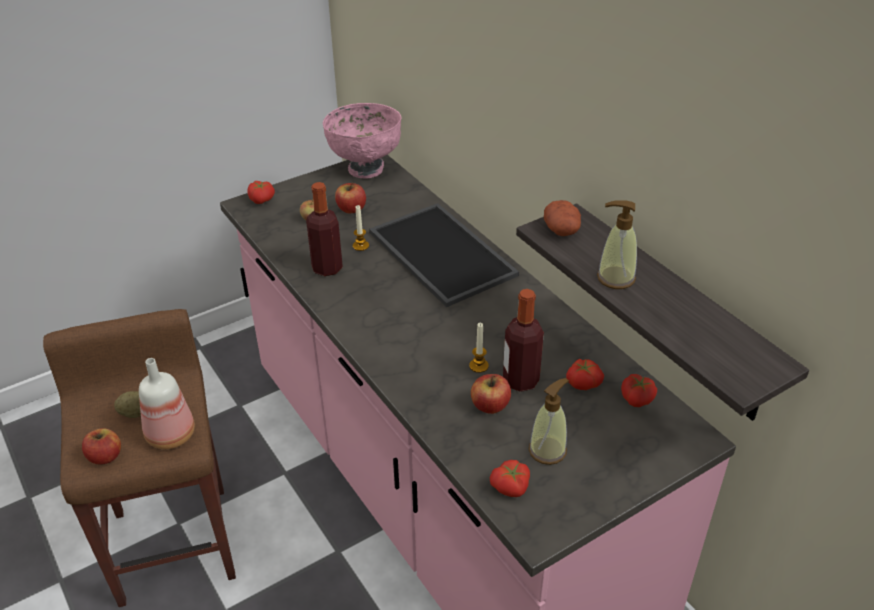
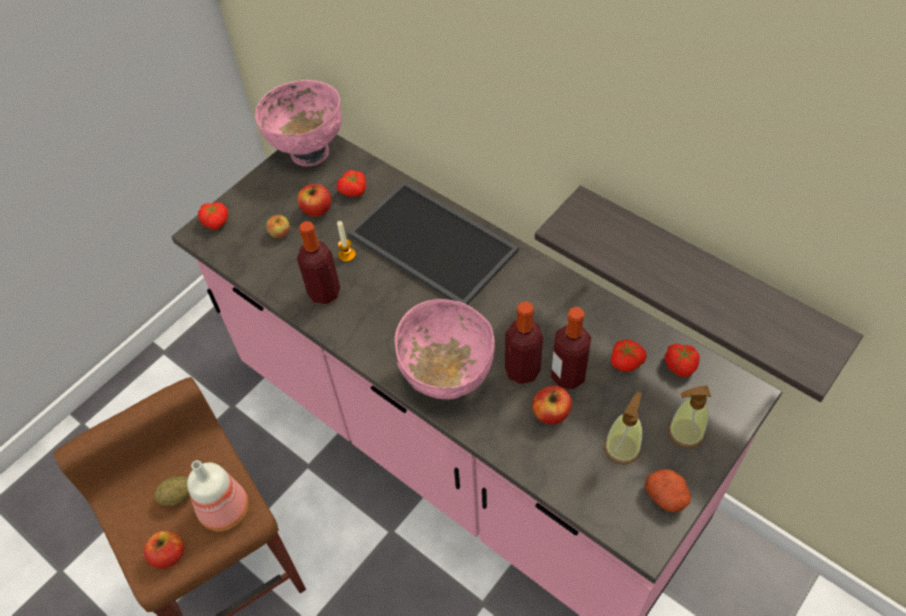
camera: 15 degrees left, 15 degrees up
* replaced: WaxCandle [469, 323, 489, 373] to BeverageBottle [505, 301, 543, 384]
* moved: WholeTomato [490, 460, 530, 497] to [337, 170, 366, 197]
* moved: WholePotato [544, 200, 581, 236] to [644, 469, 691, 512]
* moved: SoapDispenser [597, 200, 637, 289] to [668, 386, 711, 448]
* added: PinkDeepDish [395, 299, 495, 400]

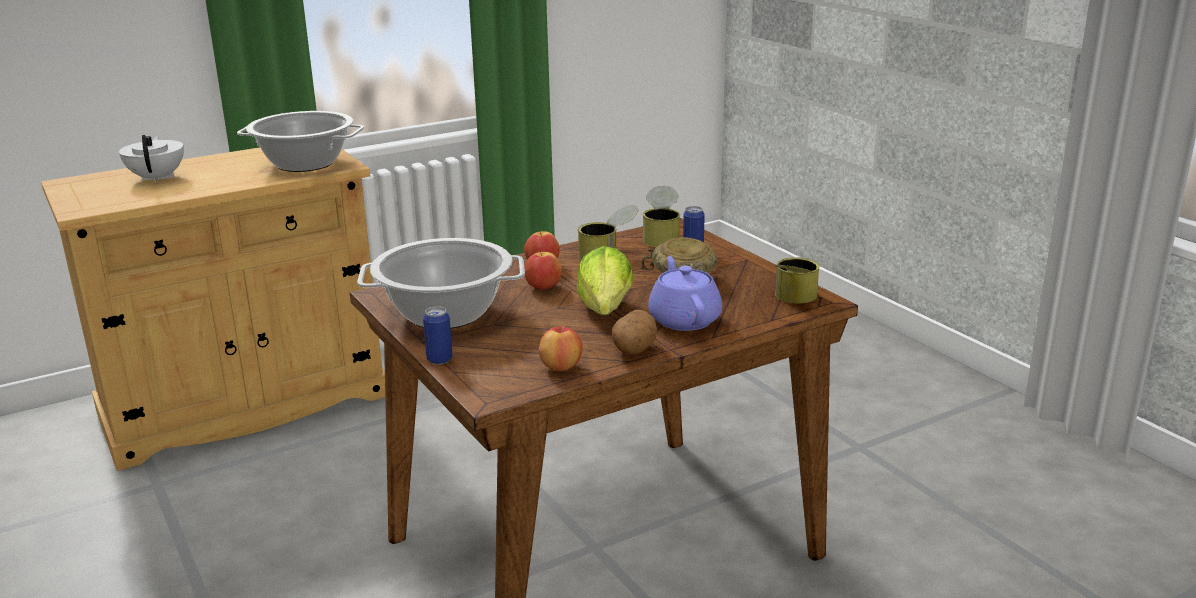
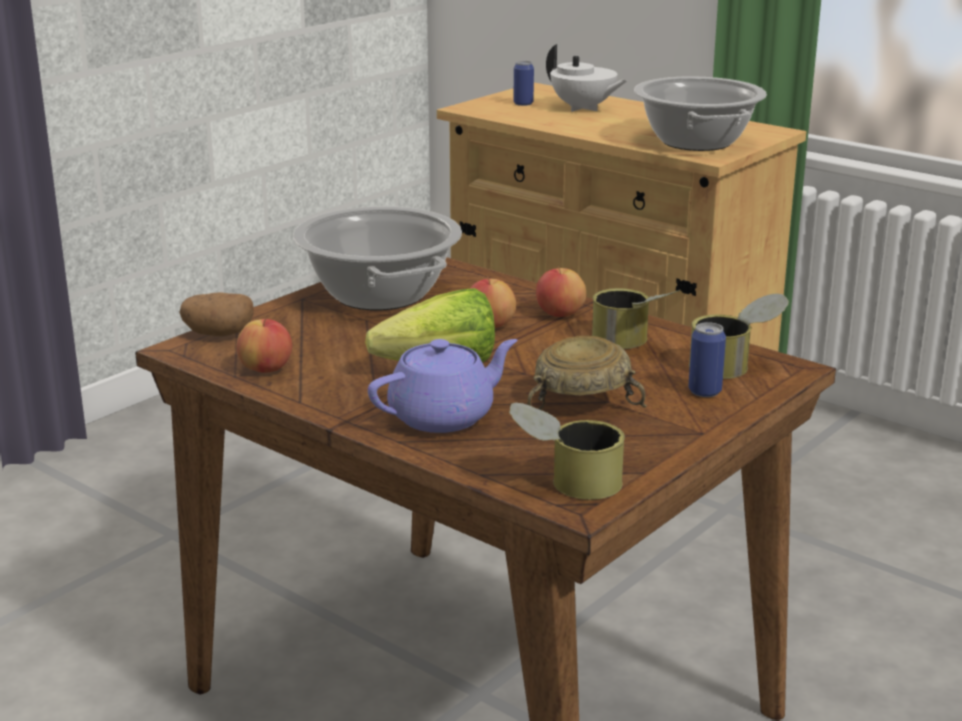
camera: 70 degrees right, 0 degrees up
* turned: WhiteColouredTeaPot [119, 135, 184, 183] = [546, 44, 627, 112] 75 degrees clockwise
* moved: SealedCan [423, 306, 453, 364] to [513, 61, 534, 106]
* moved: WholePotato [611, 310, 657, 355] to [179, 292, 254, 336]

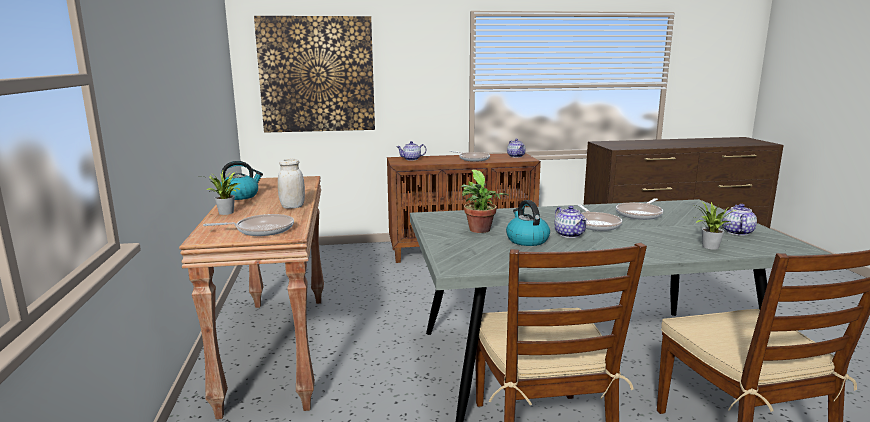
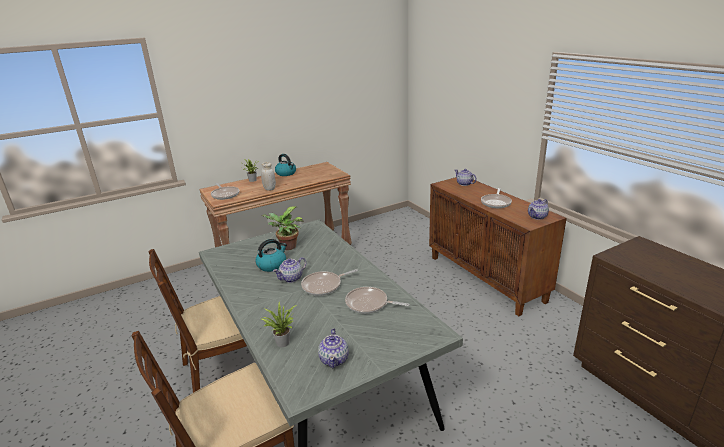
camera: 70 degrees right, 10 degrees up
* removed: WallPicture [254, 16, 375, 133]
* turned: TeaPot [722, 204, 757, 236] = [318, 328, 349, 368] 90 degrees clockwise

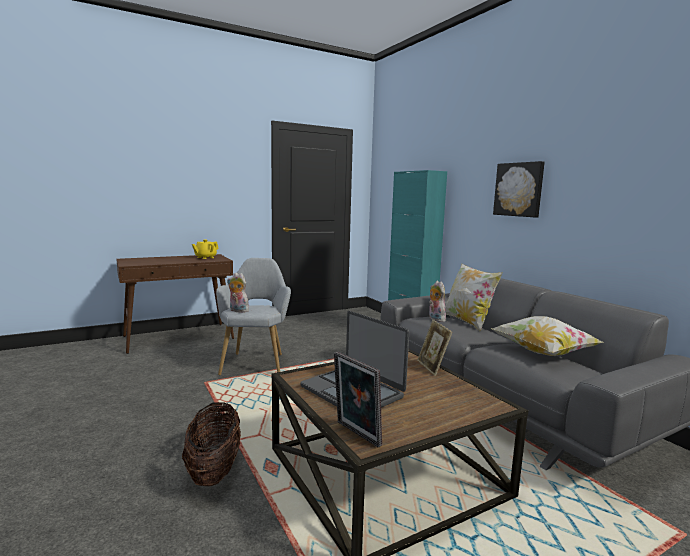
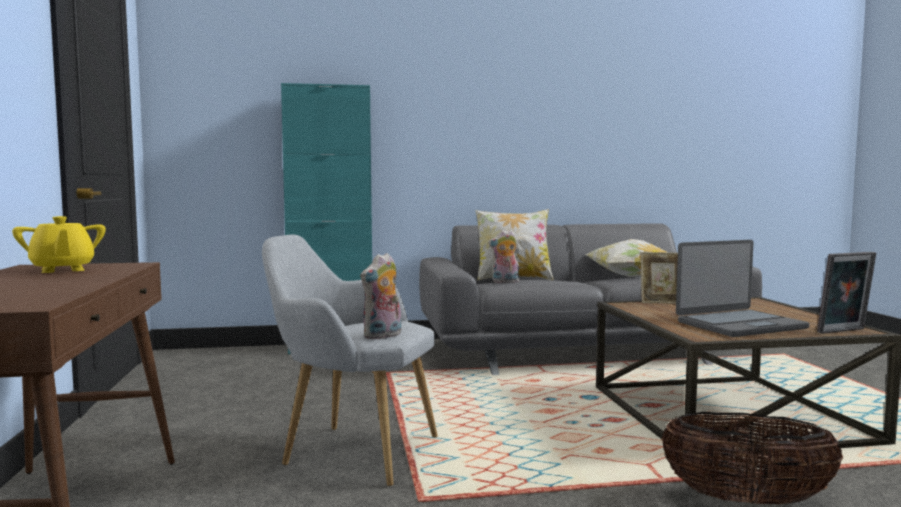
camera: 70 degrees left, 5 degrees down
* removed: WallPicture [493, 161, 545, 218]

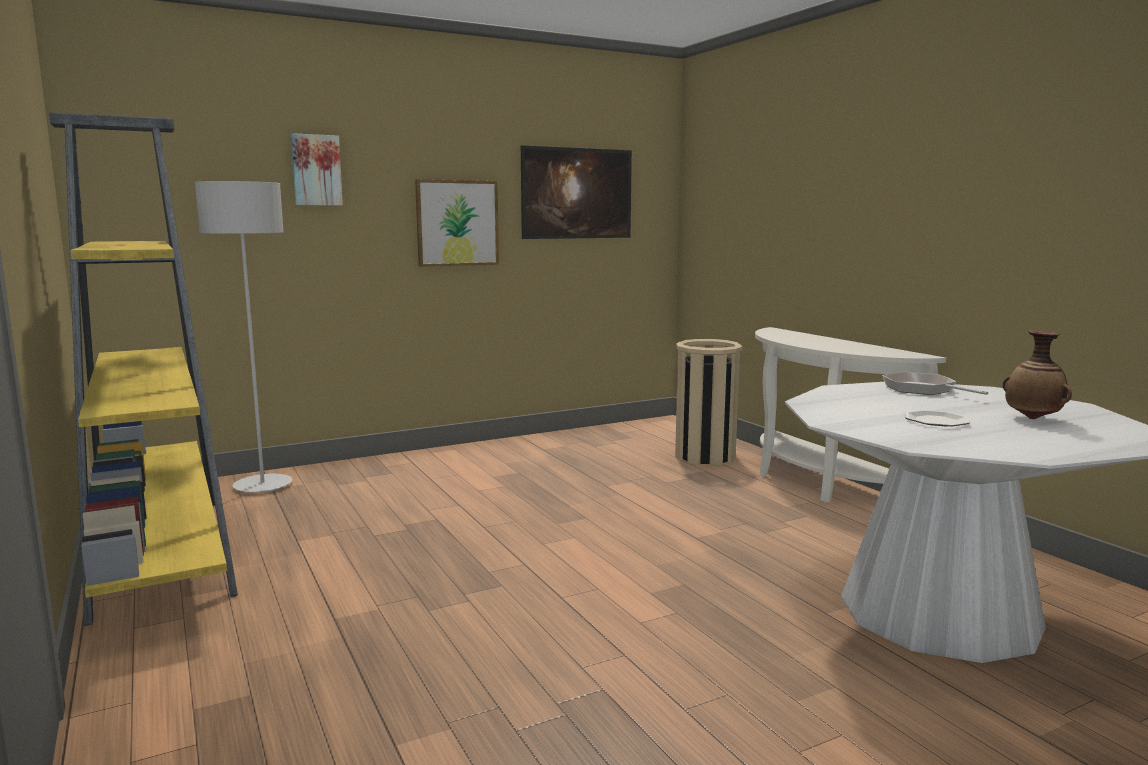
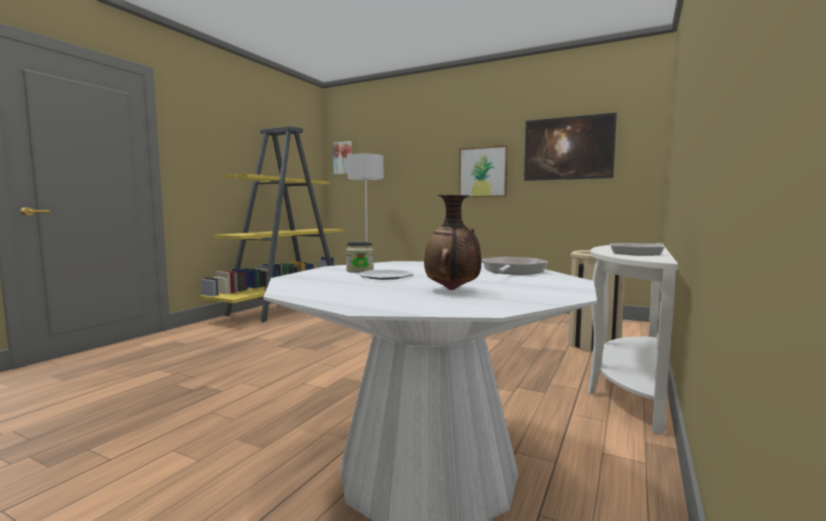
camera: 55 degrees right, 5 degrees down
* moved: WallPicture [291, 133, 343, 206] to [333, 141, 352, 174]
* added: StorageJar [346, 241, 374, 273]
* added: FryingPan [610, 243, 665, 256]

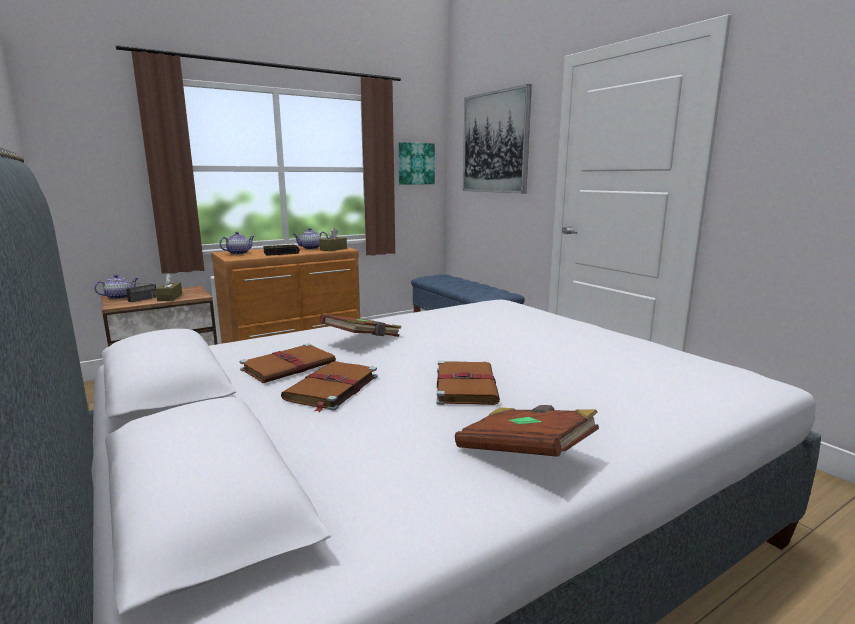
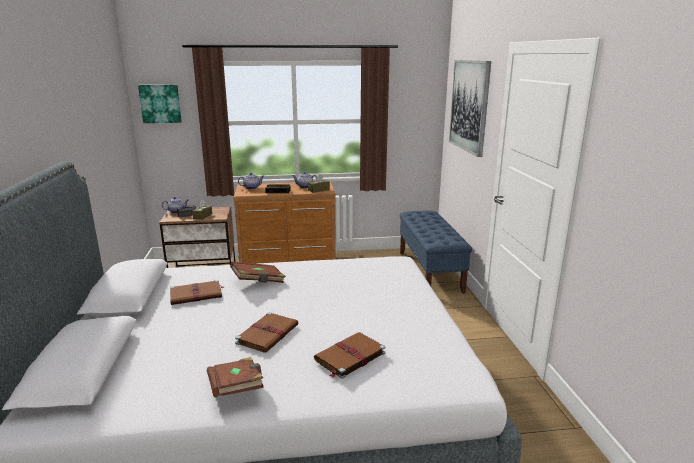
camera: 25 degrees right, 5 degrees up
* moved: BrownVolume [281, 361, 377, 412] to [314, 332, 386, 379]
* moved: WallPicture [399, 142, 435, 185] to [138, 85, 182, 123]

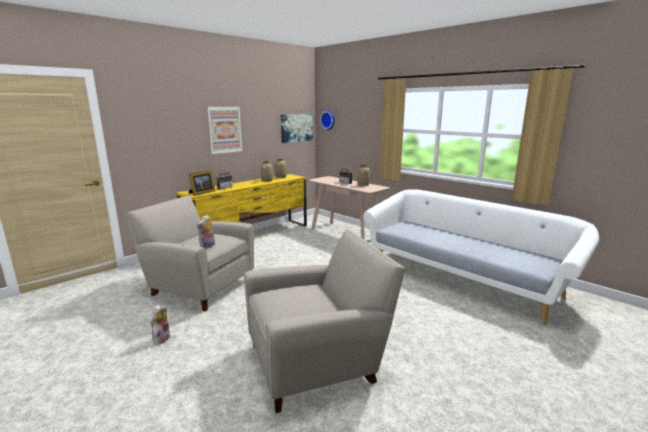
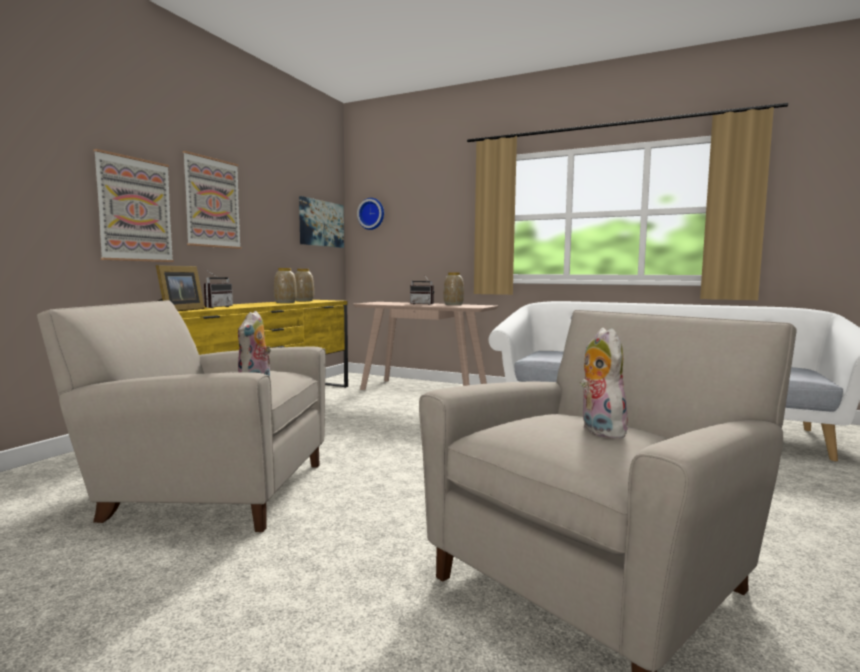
camera: 20 degrees left, 10 degrees down
* moved: SoftToy [150, 304, 171, 345] to [580, 328, 631, 439]
* added: WallPicture [93, 149, 174, 262]

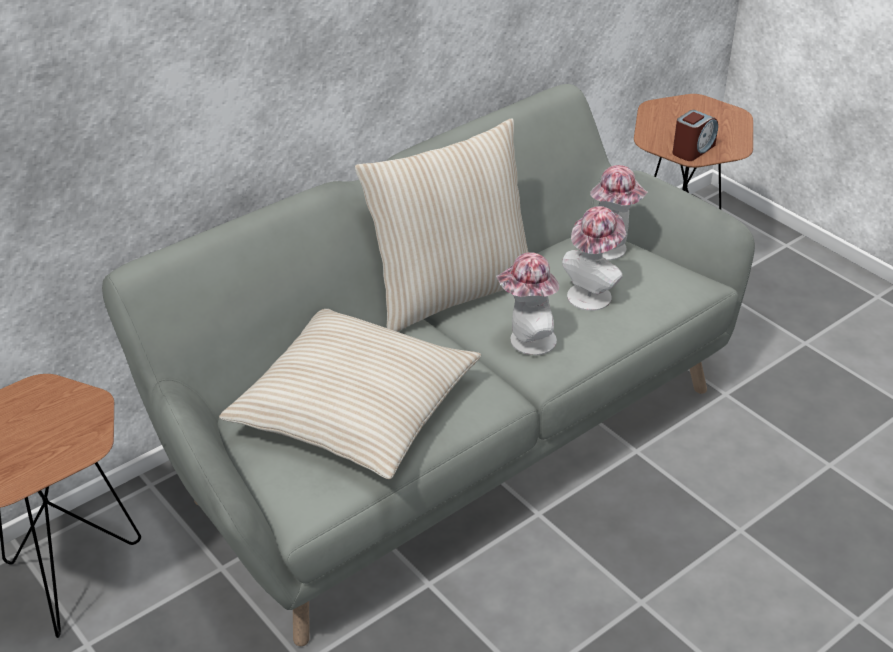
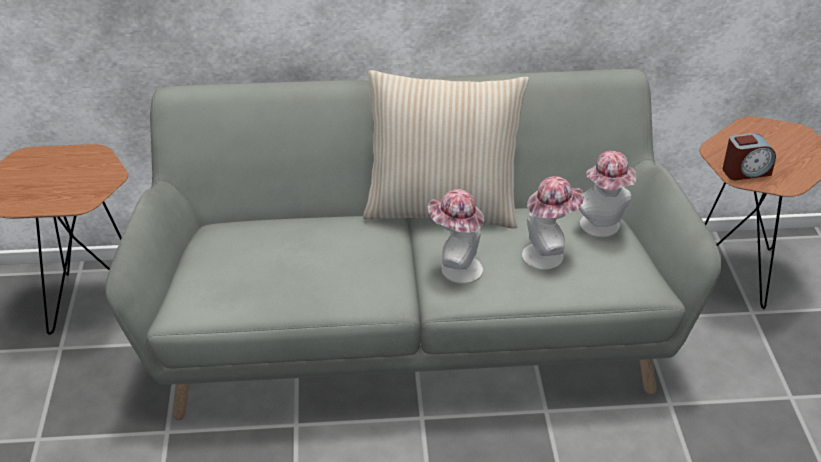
camera: 35 degrees right, 0 degrees up
* removed: BeigeColouredCushion [219, 309, 481, 479]

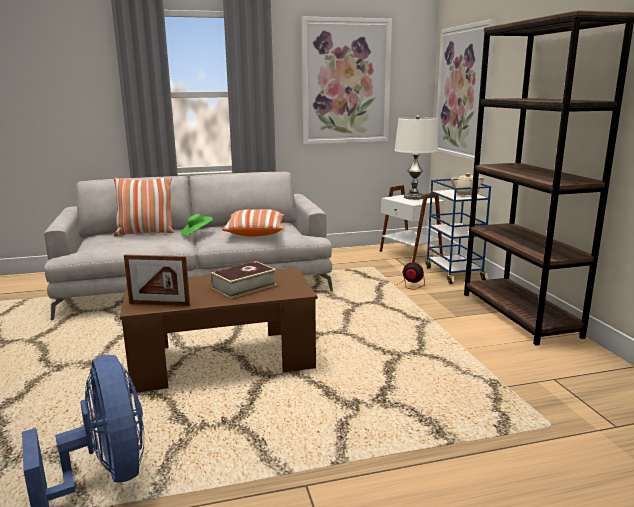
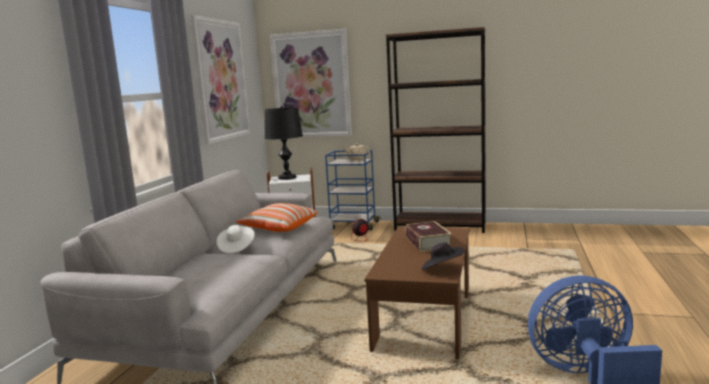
camera: 60 degrees left, 5 degrees down
* removed: Cushion [114, 177, 174, 236]
* replaced: PictureFrame [124, 255, 190, 306] to BlackColouredWearableHat [422, 243, 464, 270]
* recoloured: GreenColouredWearableHat [181, 214, 213, 236] to WhiteColouredWearableHat [217, 225, 255, 253]
* recoloured: WhiteColouredTabletopLamp [394, 115, 438, 200] to BlackColouredTabletopLamp [265, 106, 303, 180]

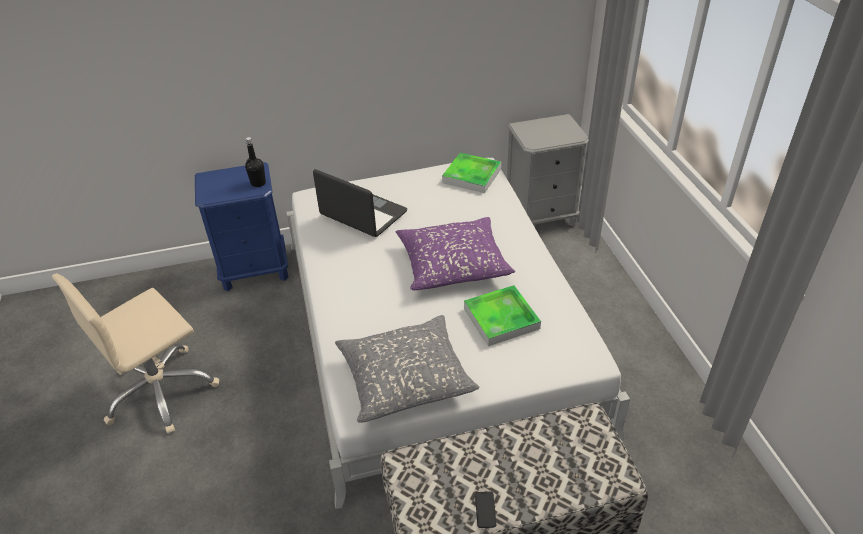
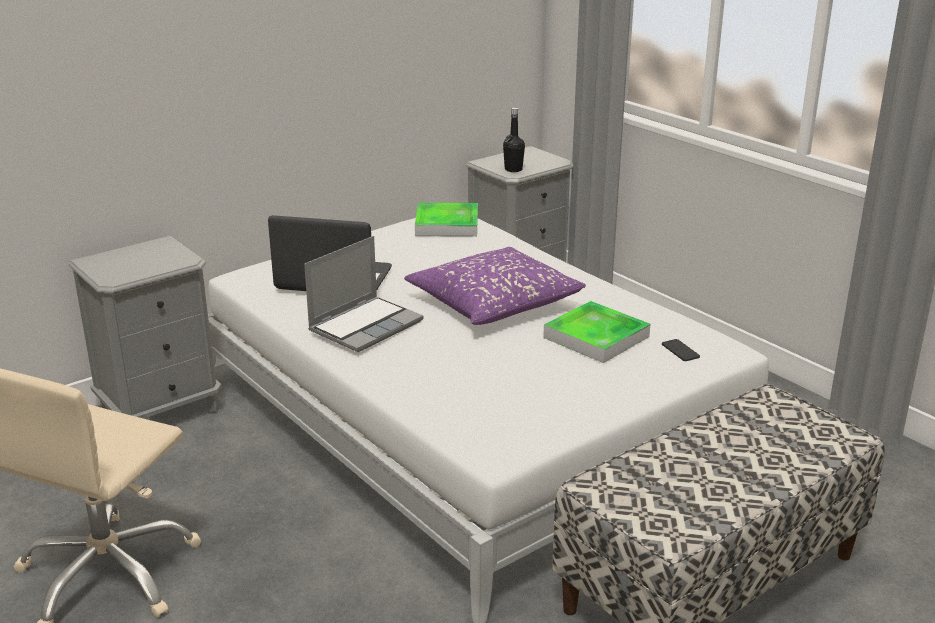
camera: 25 degrees left, 15 degrees down
* recoloured: BlueNightstand [195, 162, 289, 291] to GrayNightstand [68, 236, 222, 419]
* moved: BlackColouredBeverageBottle [245, 137, 266, 187] to [503, 108, 525, 172]
* removed: GrayCushion [335, 315, 479, 423]
* moved: Phone [475, 492, 496, 528] to [662, 339, 700, 361]
* added: NotebookComputer [304, 236, 424, 352]

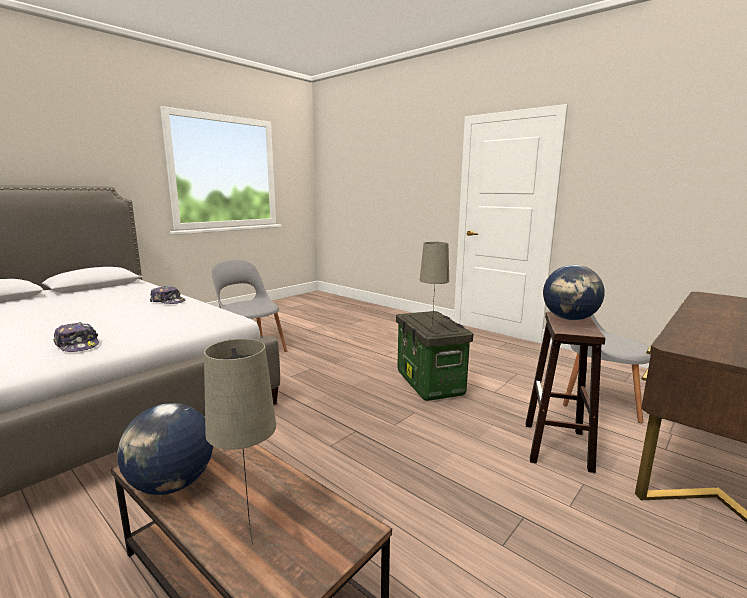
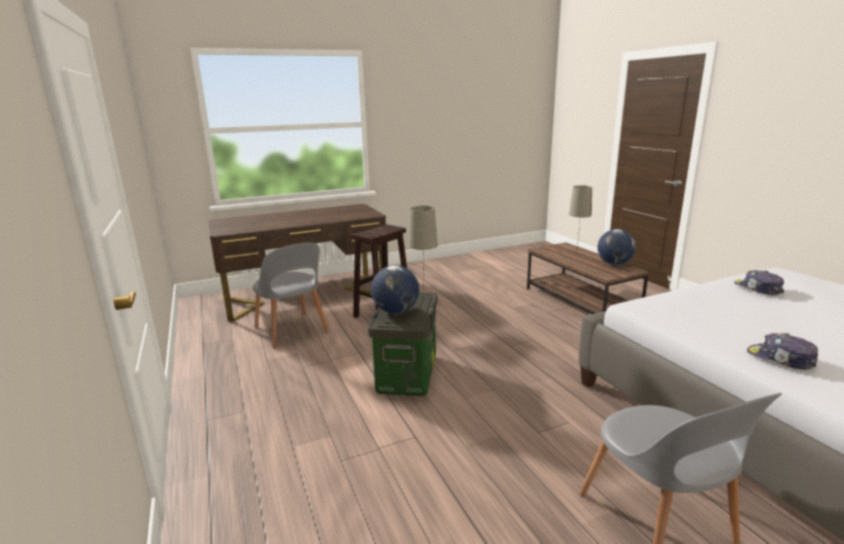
camera: 155 degrees left, 5 degrees up
* moved: WorldGlobe [543, 265, 605, 321] to [371, 265, 419, 314]

